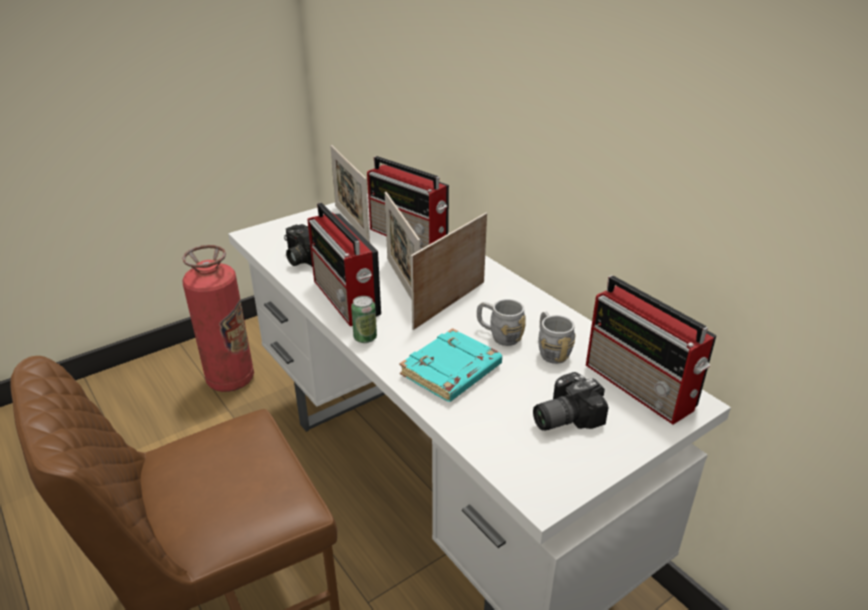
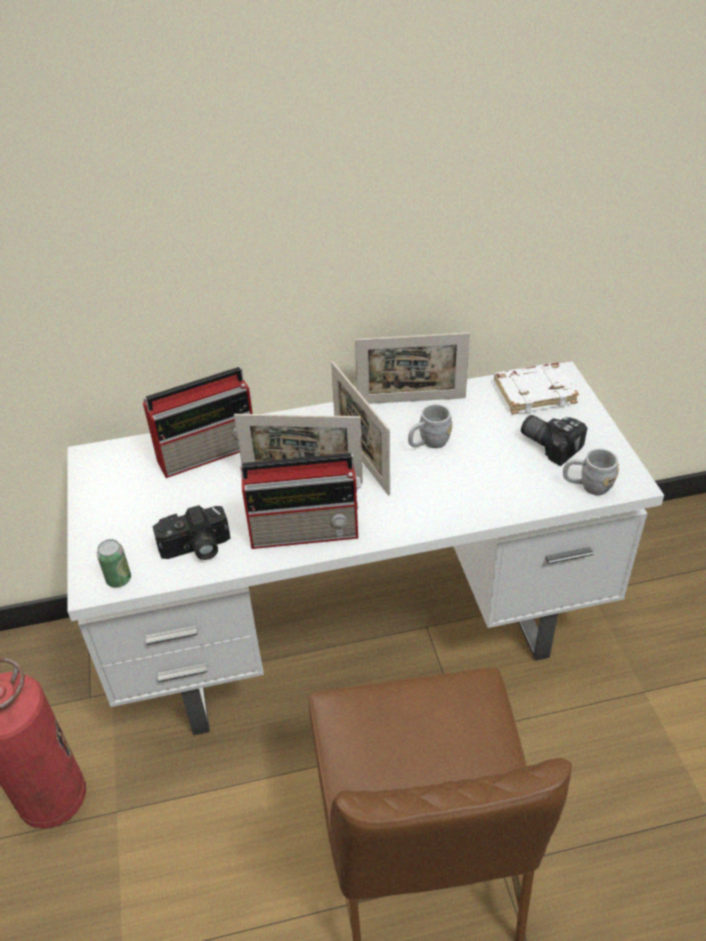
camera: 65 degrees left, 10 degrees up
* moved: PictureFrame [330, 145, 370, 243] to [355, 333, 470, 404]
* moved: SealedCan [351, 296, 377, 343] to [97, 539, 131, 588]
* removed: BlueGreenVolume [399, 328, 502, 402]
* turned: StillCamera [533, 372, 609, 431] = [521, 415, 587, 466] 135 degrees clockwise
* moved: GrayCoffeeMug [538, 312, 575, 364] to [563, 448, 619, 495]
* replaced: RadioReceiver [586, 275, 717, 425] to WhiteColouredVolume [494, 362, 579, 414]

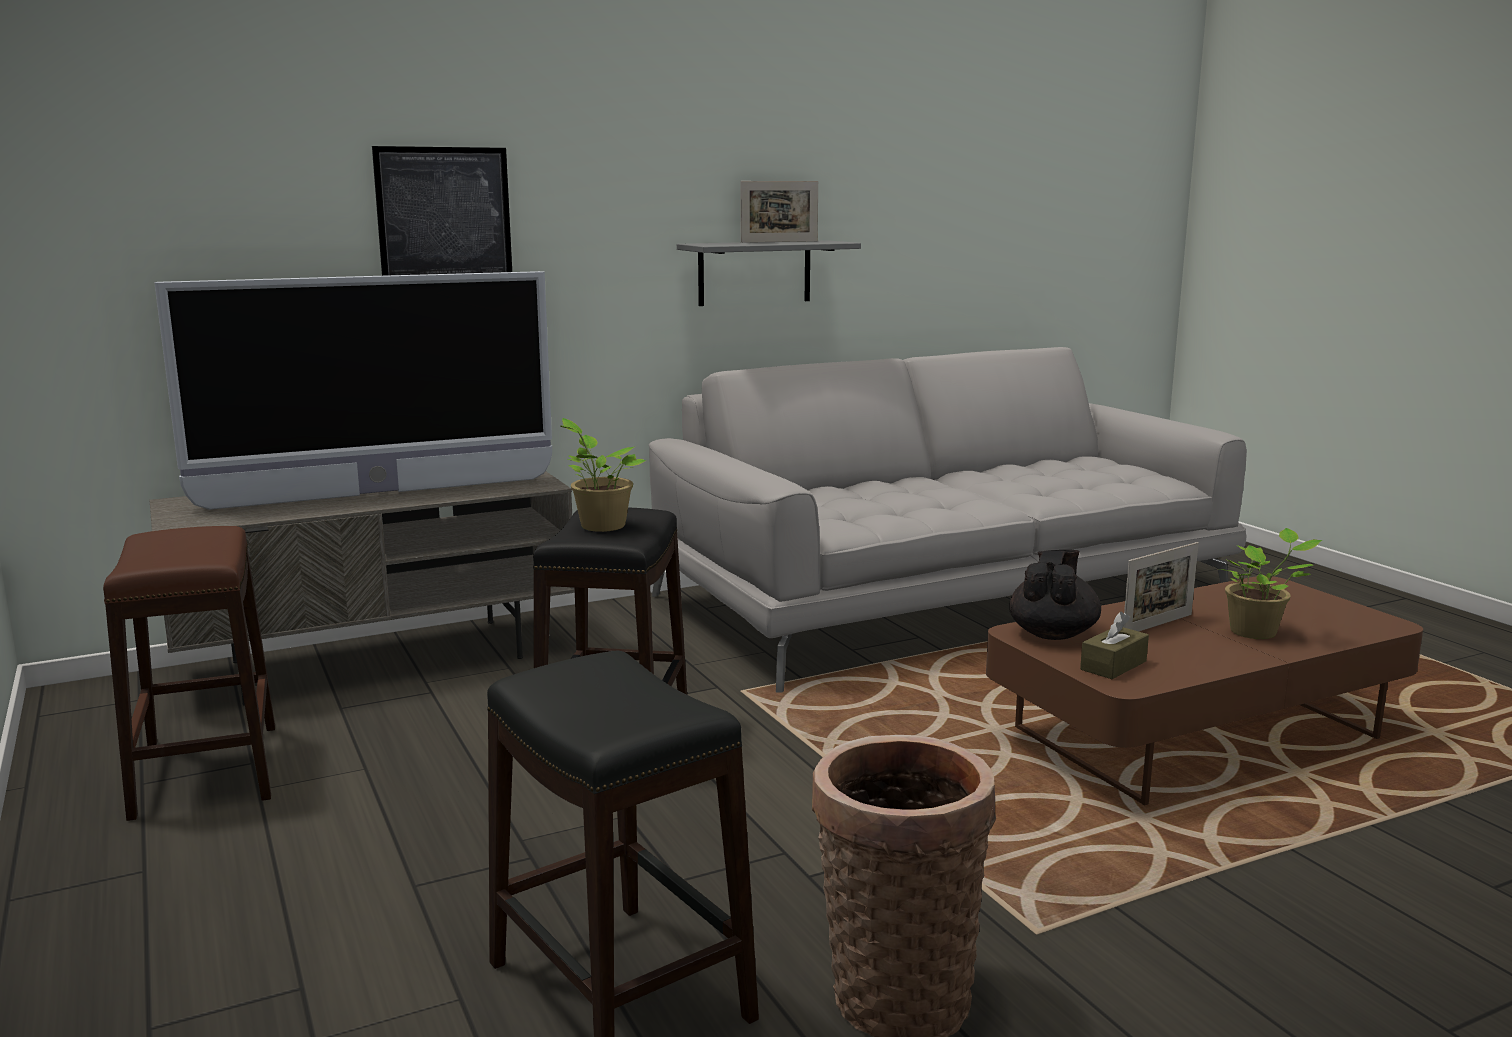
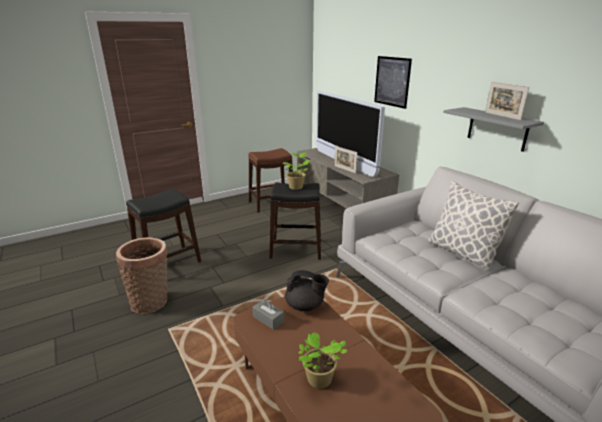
camera: 85 degrees right, 10 degrees up
* recoloured: BrownTissueHolder [1080, 611, 1149, 679] to GrayTissueHolder [252, 299, 284, 330]
* moved: PictureFrame [1123, 542, 1199, 631] to [334, 146, 357, 173]
* added: Cushion [428, 181, 519, 270]

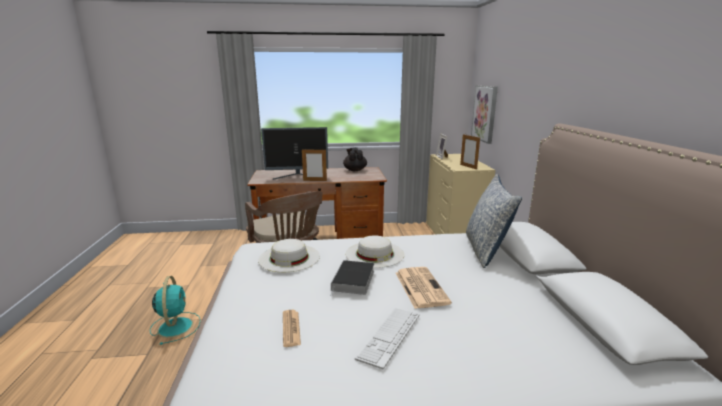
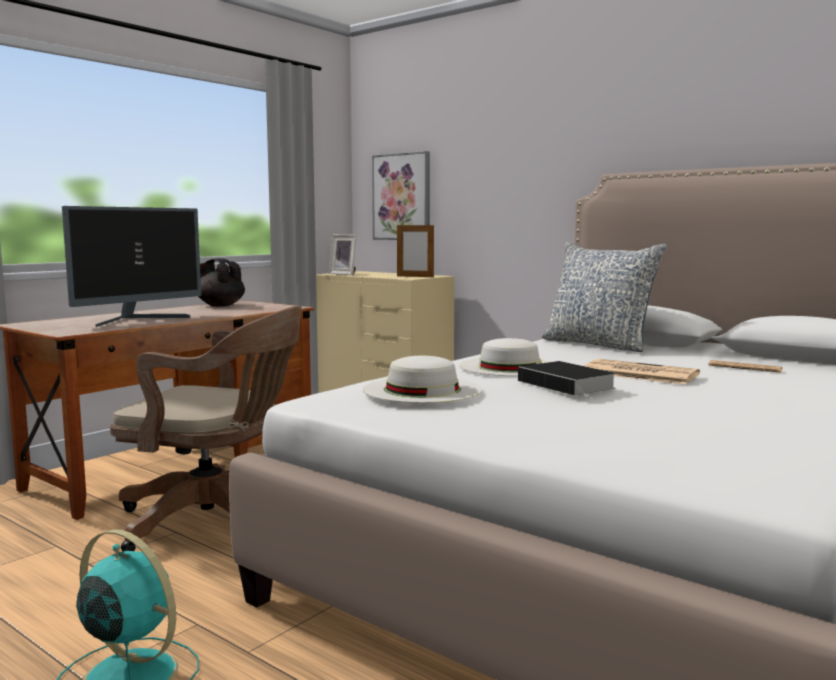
camera: 45 degrees left, 10 degrees down
* moved: PrintedPaper [283, 310, 301, 347] to [708, 360, 782, 373]
* removed: PictureFrame [302, 148, 327, 181]
* removed: PcKeyboard [355, 308, 420, 370]

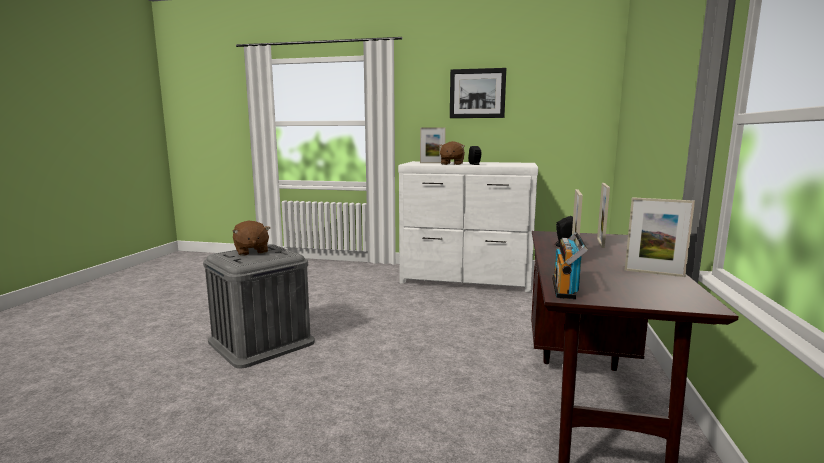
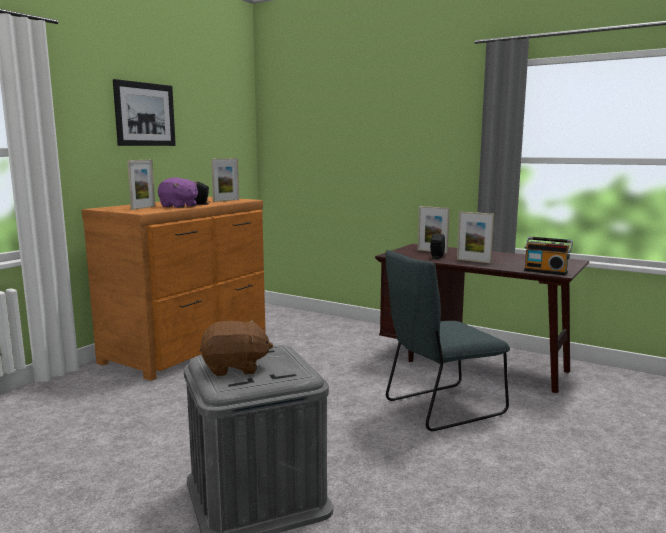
camera: 70 degrees left, 0 degrees up
* recoloured: WhiteColouredDrawerChest [398, 161, 538, 292] to BrownDrawerChest [82, 197, 265, 381]
* recoloured: BrownSoftToy [439, 141, 465, 165] to PurpleSoftToy [158, 177, 198, 208]
* moved: PictureFrame [625, 197, 695, 277] to [211, 158, 239, 202]
* added: GrayPlainChair [386, 250, 510, 431]

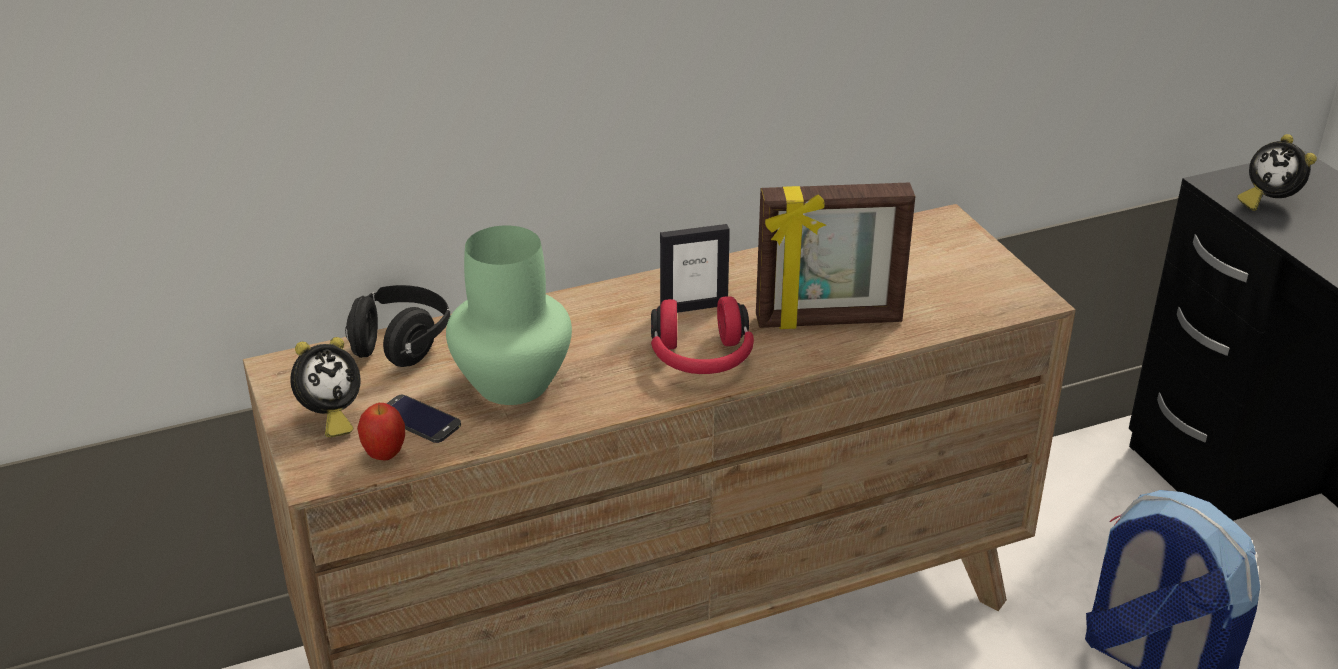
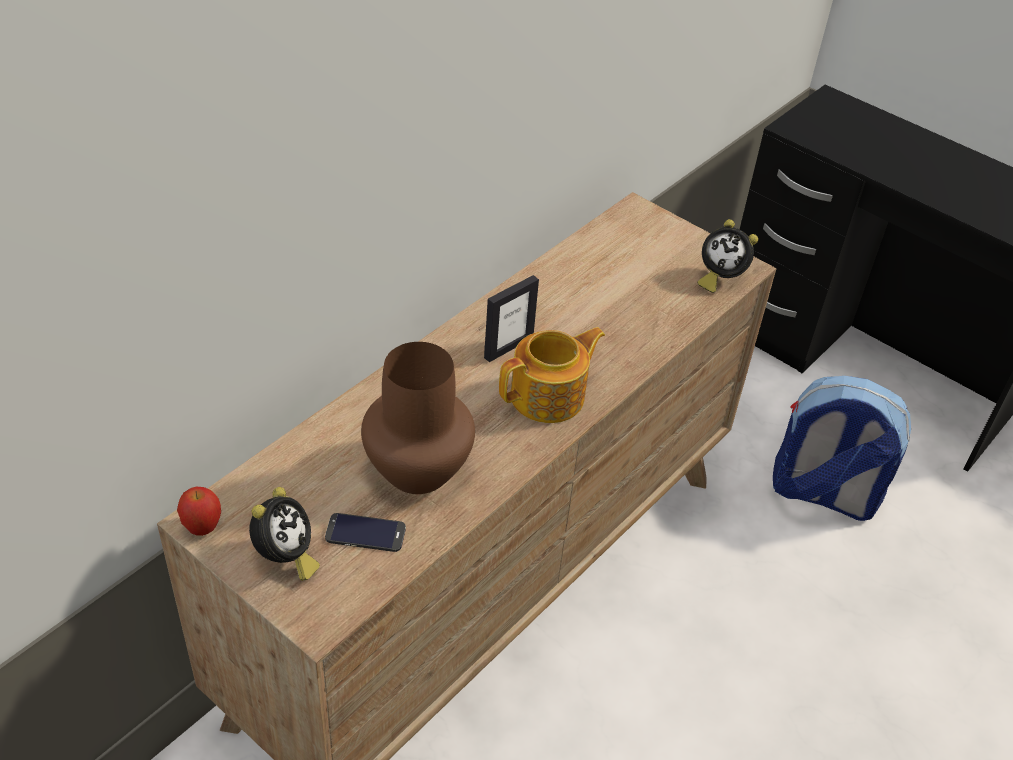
camera: 30 degrees left, 10 degrees up
* removed: BlackColouredPairOfHeadphones [345, 285, 451, 367]
* moved: WholeApple [357, 403, 405, 461] to [177, 487, 221, 536]
* recoloured: GreenColouredVase [446, 225, 572, 405] to BrownVase [361, 342, 475, 494]
* replaced: RedPairOfHeadphones [651, 296, 754, 374] to TeaPot [499, 327, 605, 423]
* removed: PictureFrame [756, 183, 915, 329]
* moved: AlarmClock [1238, 134, 1317, 211] to [697, 219, 758, 293]

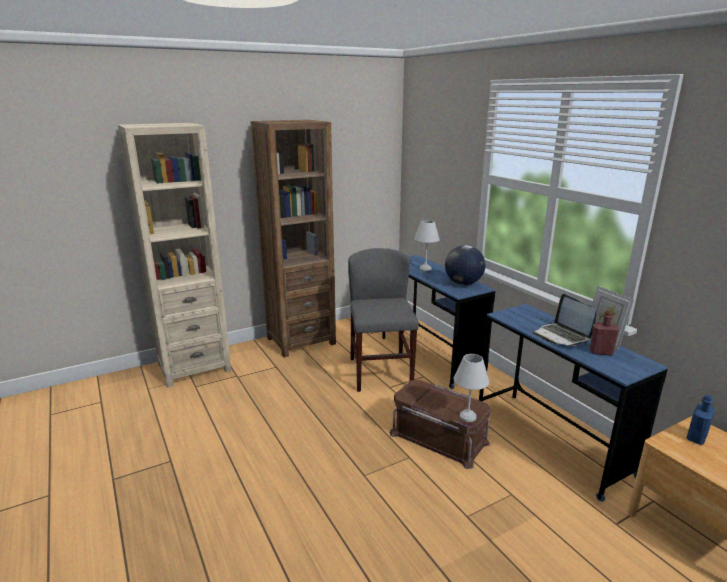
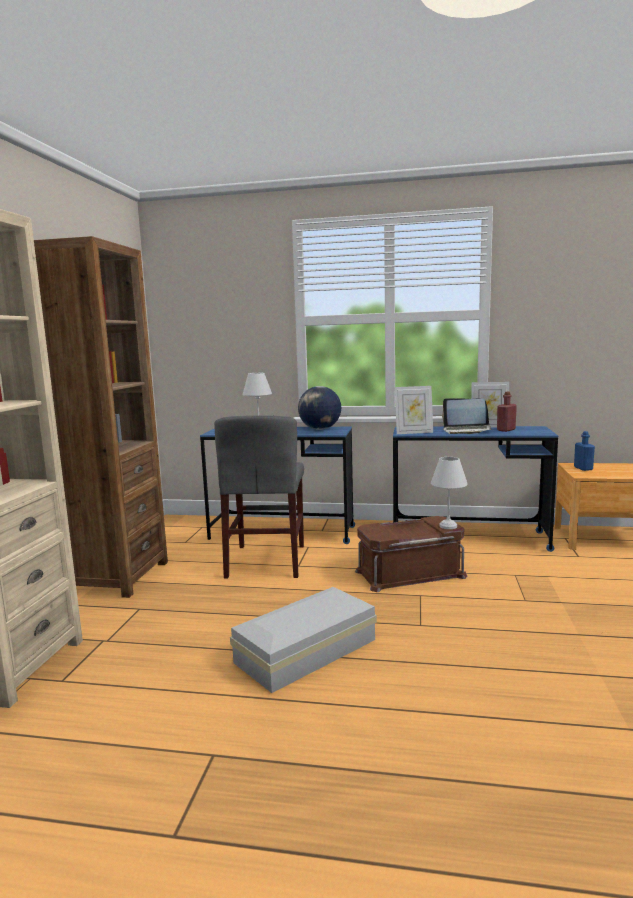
camera: 50 degrees left, 10 degrees down
* turned: GrayPlainChair [348, 248, 419, 392] = [214, 415, 304, 578] 120 degrees counterclockwise
* added: WhiteColouredStorageBin [230, 587, 377, 693]
* added: PictureFrame [395, 386, 433, 434]

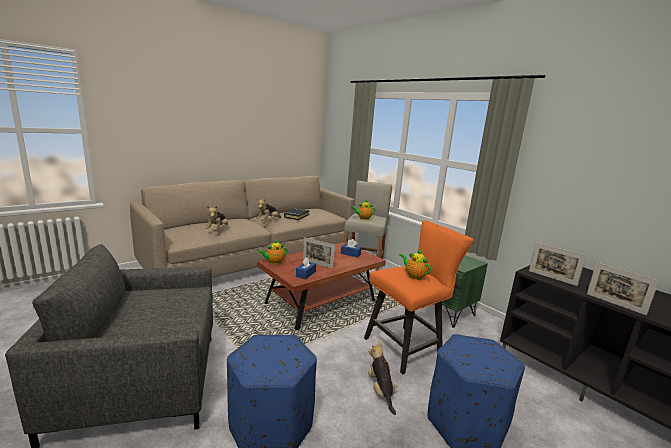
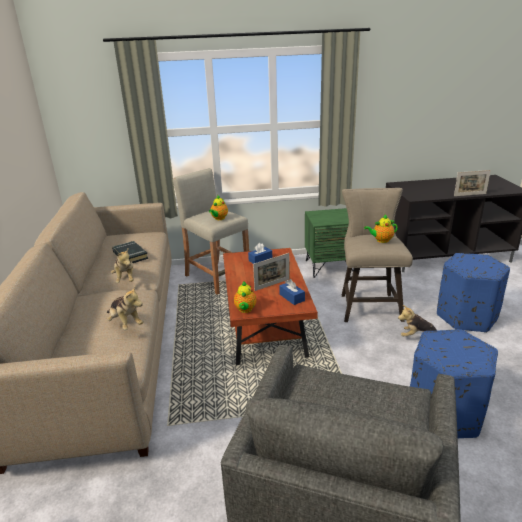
camera: 55 degrees left, 10 degrees up
* recoloured: OrangeStoolSeat [364, 220, 474, 374] to BeigeColouredStoolSeat [342, 188, 413, 322]
* removed: PictureFrame [529, 243, 586, 286]

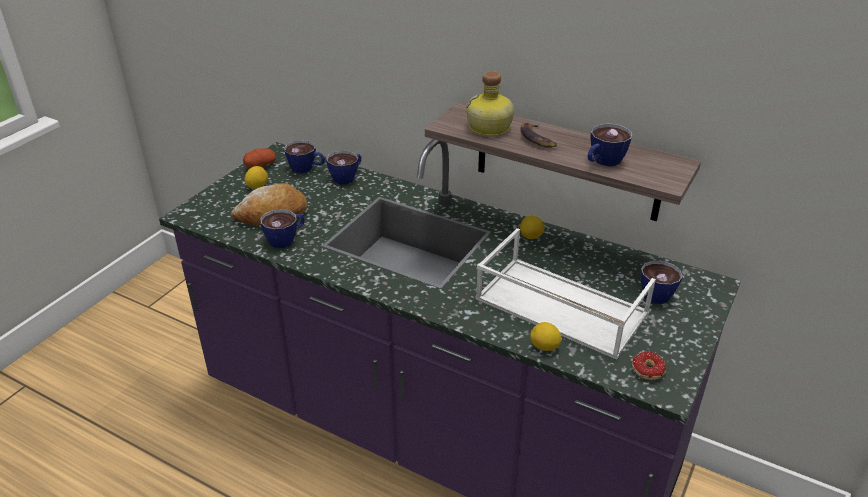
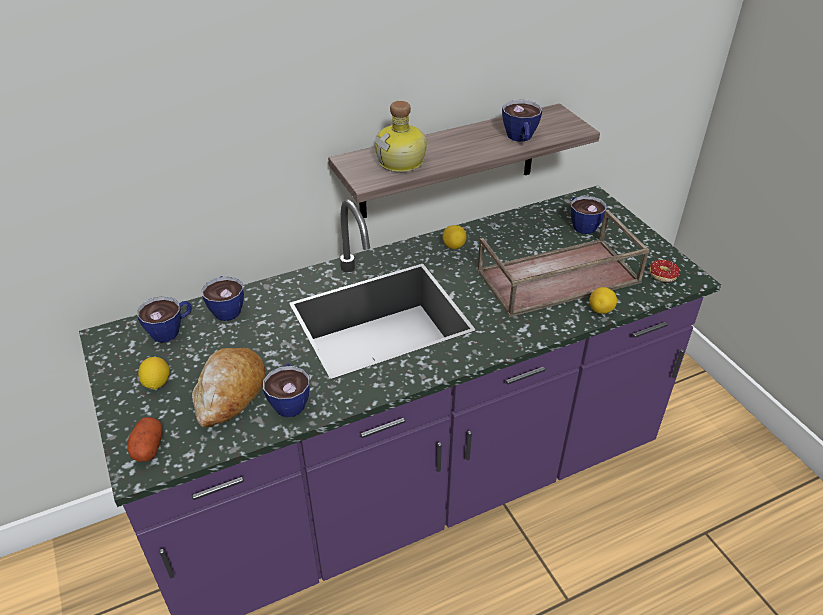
camera: 55 degrees left, 5 degrees up
* moved: WholePotato [243, 148, 276, 169] to [128, 417, 162, 462]
* recoloured: WhiteColouredCarryingTray [475, 228, 656, 360] to BrownCarryingTray [477, 210, 650, 317]
* removed: BananaFruit [520, 123, 557, 148]

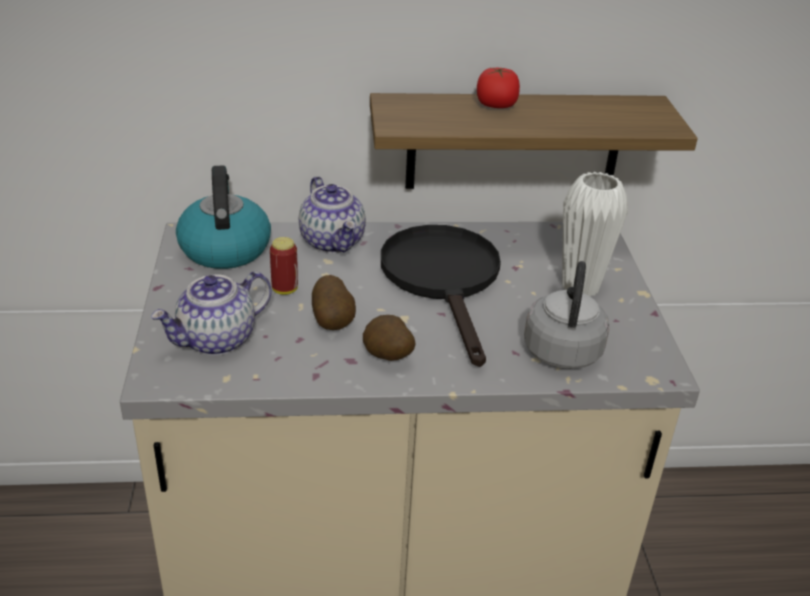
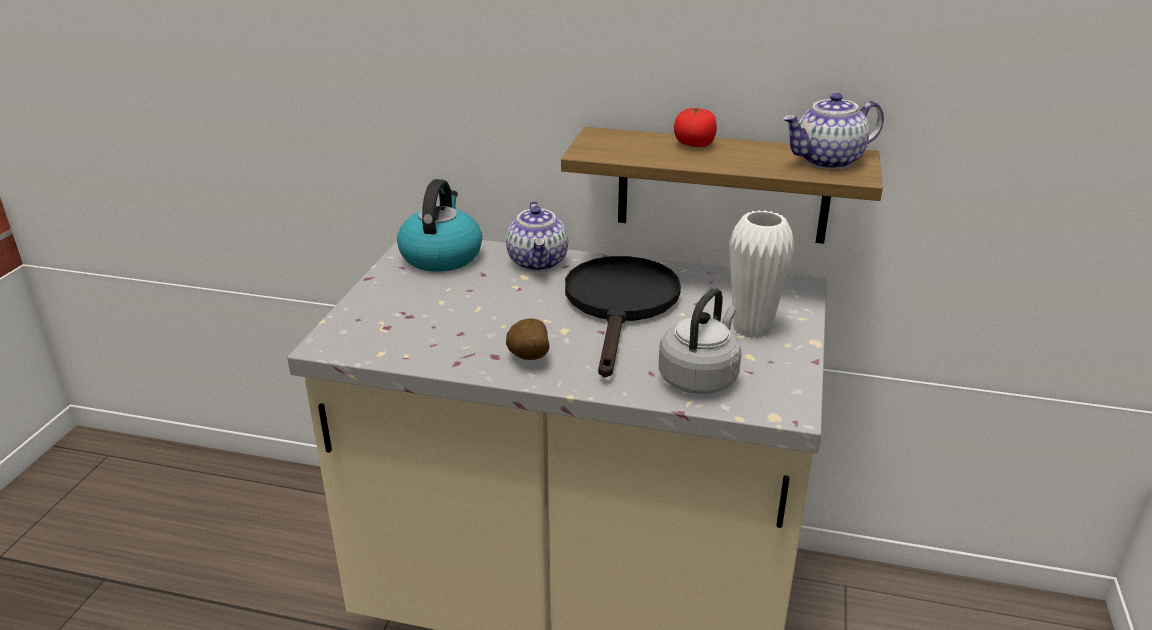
camera: 20 degrees right, 5 degrees down
* moved: TeaPot [151, 271, 272, 356] to [782, 93, 884, 169]
* removed: SealedCan [270, 237, 298, 295]
* removed: WholePotato [312, 275, 356, 330]

